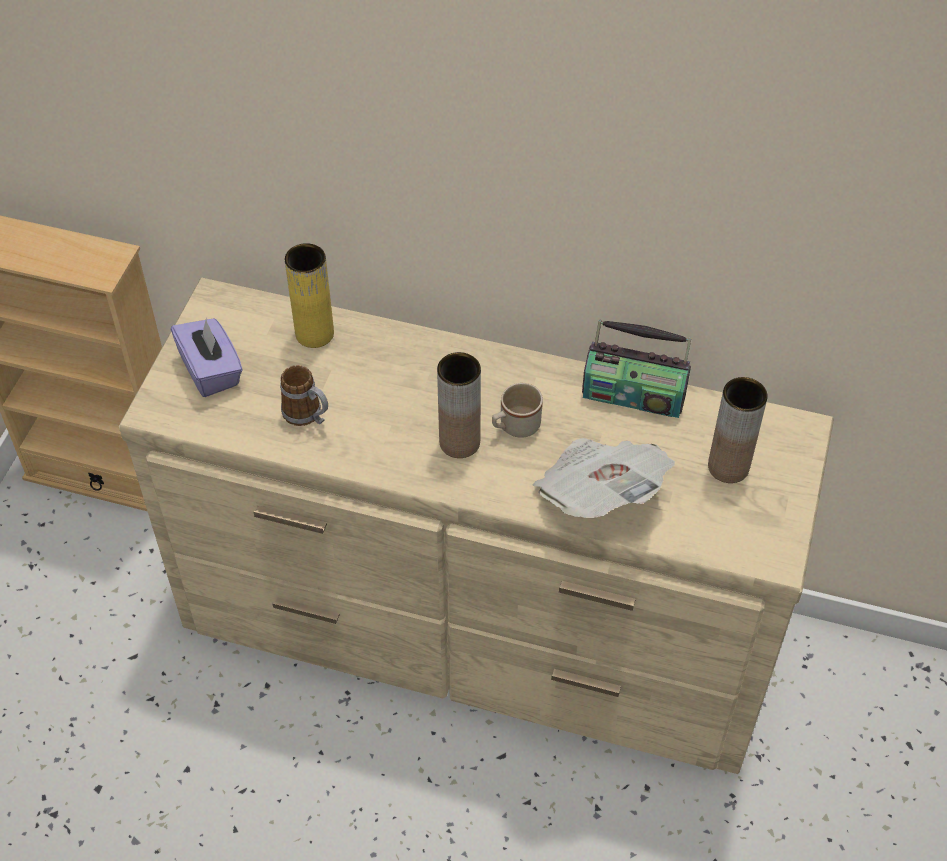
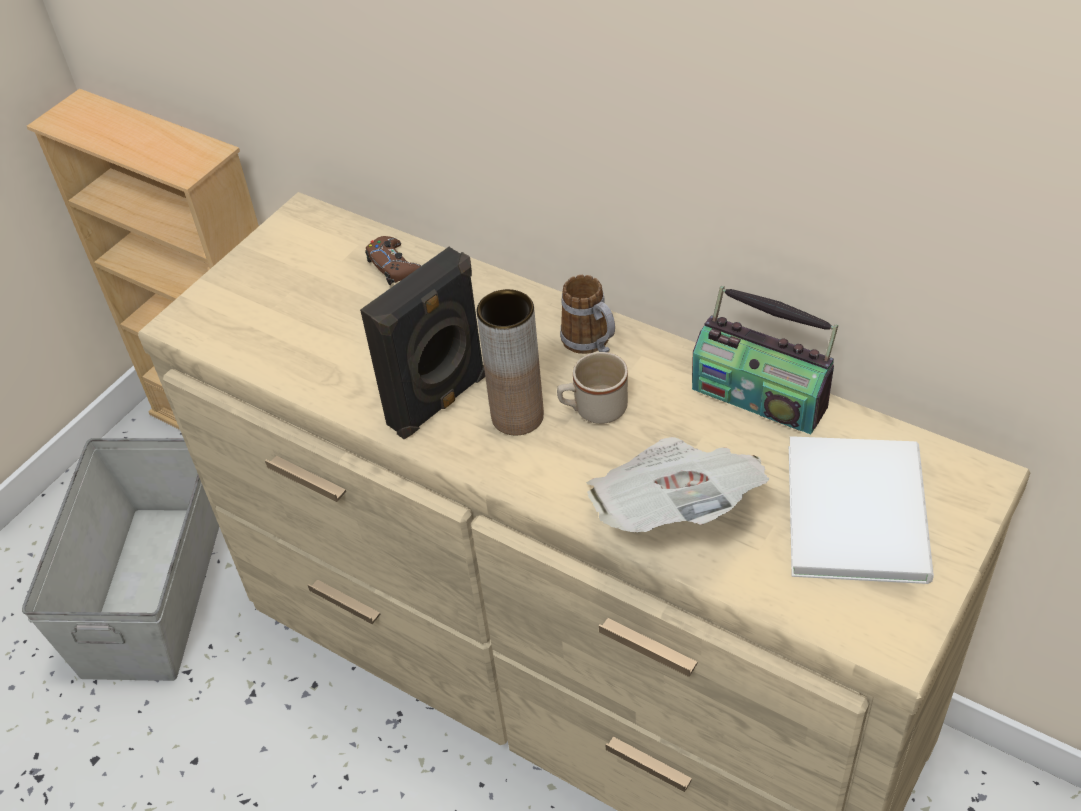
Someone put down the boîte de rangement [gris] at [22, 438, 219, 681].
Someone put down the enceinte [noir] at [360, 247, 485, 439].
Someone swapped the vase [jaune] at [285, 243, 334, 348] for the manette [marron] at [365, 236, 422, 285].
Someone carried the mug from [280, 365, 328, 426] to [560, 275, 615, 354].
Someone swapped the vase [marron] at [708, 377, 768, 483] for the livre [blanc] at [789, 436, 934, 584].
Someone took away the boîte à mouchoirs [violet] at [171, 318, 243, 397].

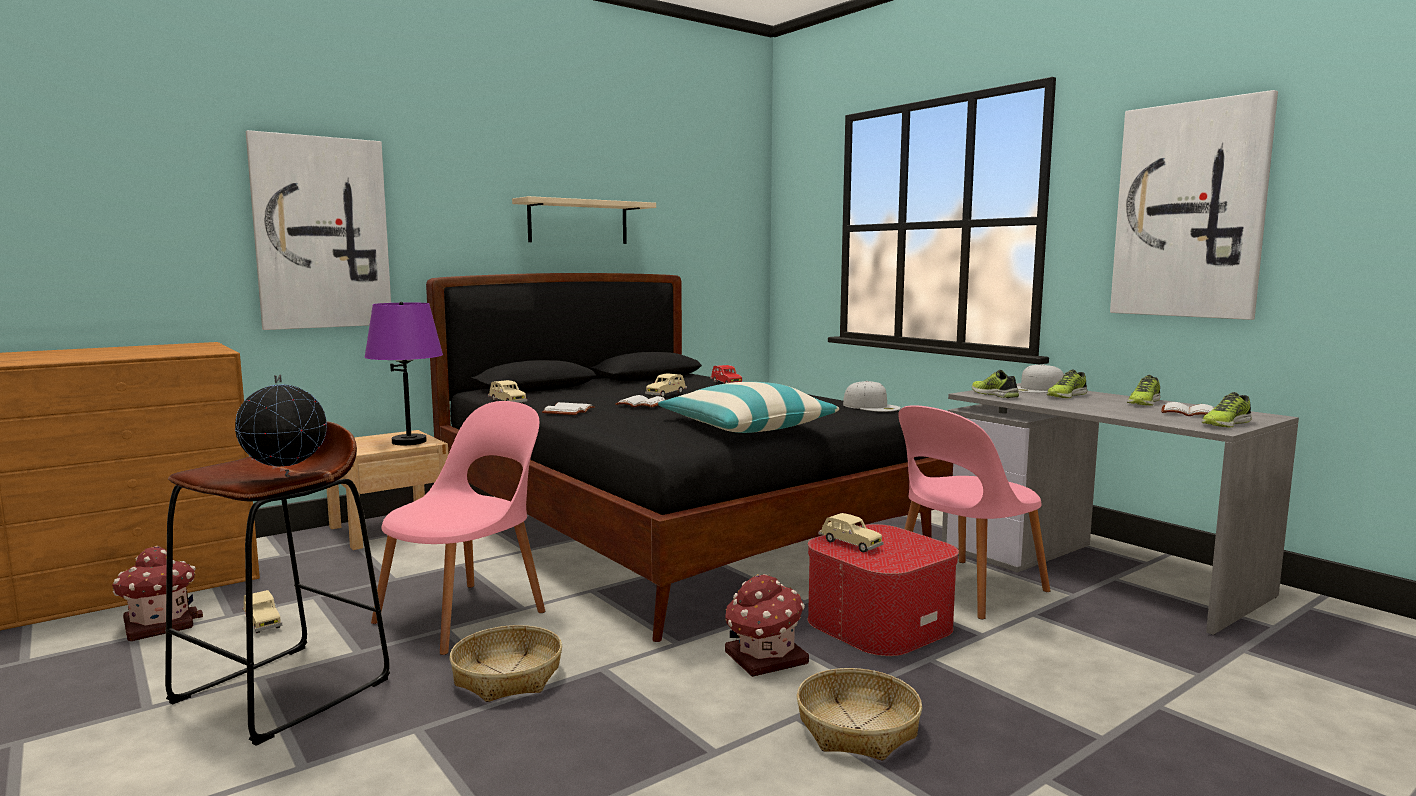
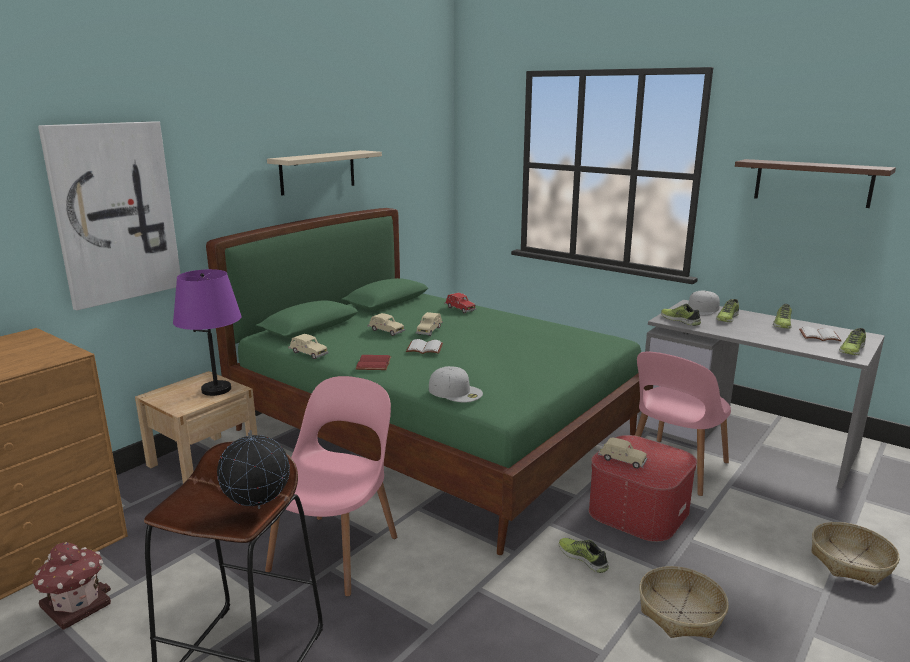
Someone repainted the lit [noir] at [426, 273, 953, 642], which became the lit [vert] at [206, 208, 653, 555].
Someone repainted the livre [blanc] at [542, 402, 595, 415], which became the livre [rouge] at [356, 355, 392, 370].
Someone carried the petite voiture [beige] from [243, 590, 282, 633] to [368, 313, 405, 336].
Someone carried the casquette [blanc] from [843, 381, 901, 412] to [429, 366, 483, 403].
Someone swapped the maison miniature at [725, 574, 809, 677] for the chaussure at [559, 538, 609, 573].
Someone swapped the tableau at [1110, 90, 1278, 320] for the étagère [marron] at [735, 159, 896, 208].
Someone carried the panier from [450, 625, 562, 702] to [811, 522, 900, 586].
Someone took away the coussin at [658, 382, 839, 433].

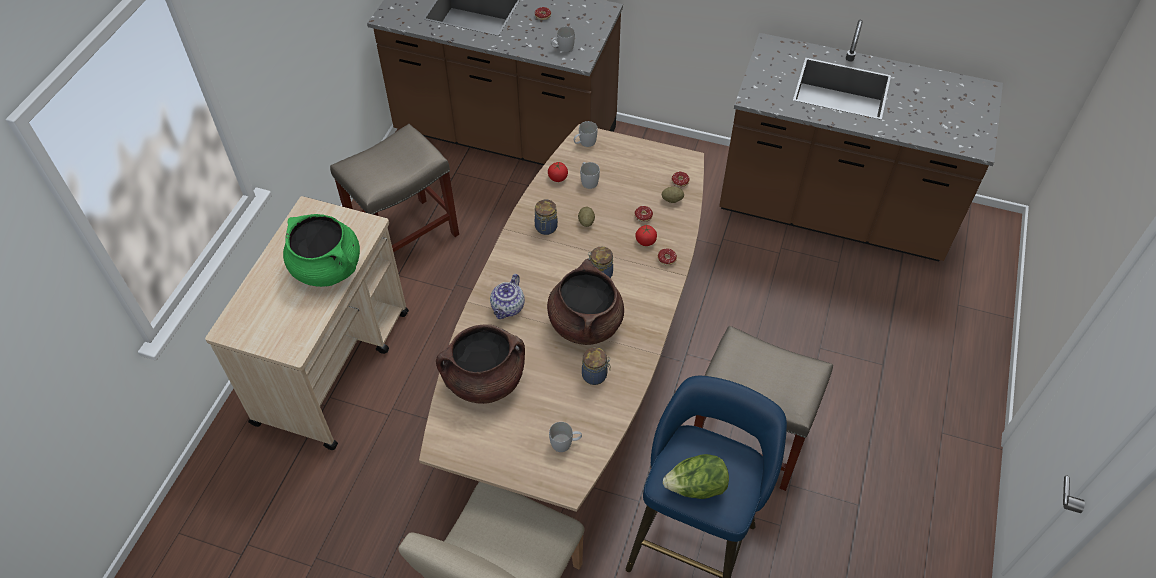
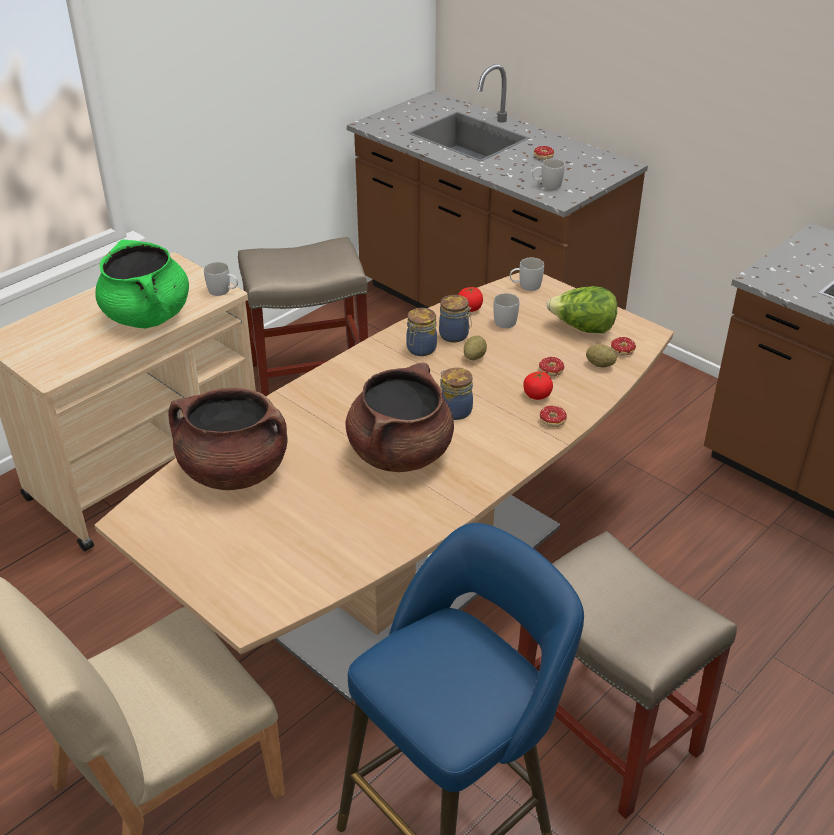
Someone carried the mug [blanc] from [549, 422, 582, 452] to [204, 262, 238, 296].
Someone carried the bocal from [582, 347, 610, 385] to [439, 295, 472, 342].
Someone carried the laitue from [663, 454, 729, 499] to [547, 286, 617, 333].
Someone took away the théière at [490, 274, 525, 319].

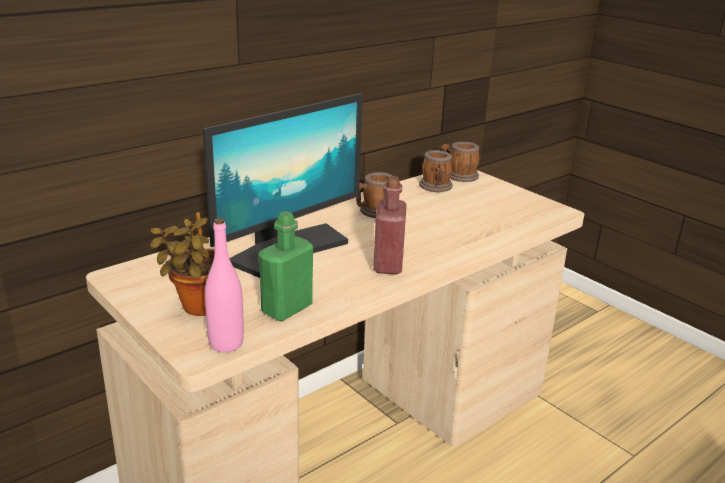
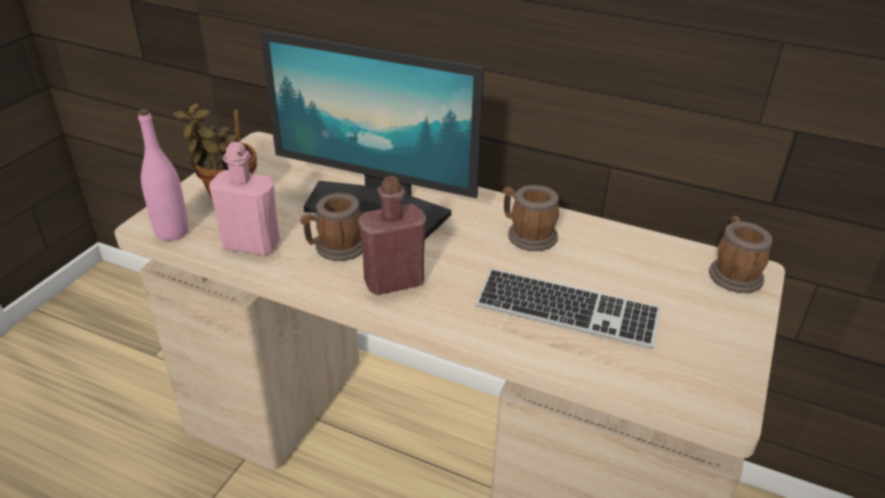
Someone repainted the bouteille [vert] at [259, 211, 313, 321], which became the bouteille [rose] at [209, 142, 280, 256].
Someone carried the mug from [419, 150, 452, 192] to [300, 193, 363, 261].
Someone put down the clavier at [476, 268, 661, 349].

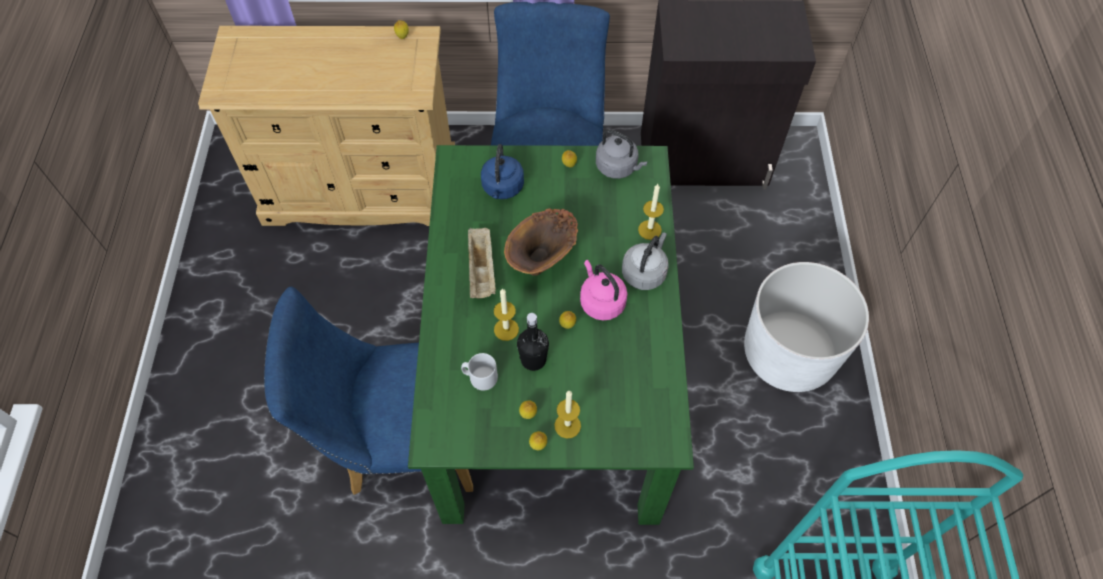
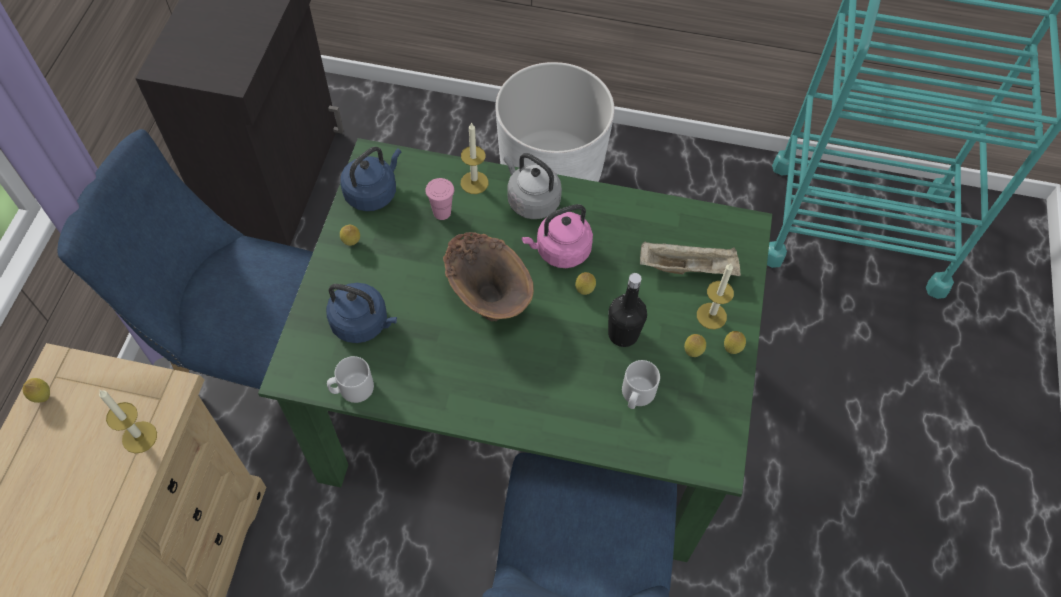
Someone carried the bougie from [494, 288, 519, 341] to [99, 390, 157, 453].
Someone put down the mug [gris] at [327, 356, 374, 403].
Someone repainted the bouilloire [gris] at [596, 130, 647, 179], which became the bouilloire [bleu] at [340, 147, 401, 211].
Someone put down the tasse [rose] at [425, 178, 454, 220].
Someone carried the plateau [beige] from [468, 227, 496, 298] to [640, 241, 741, 276].

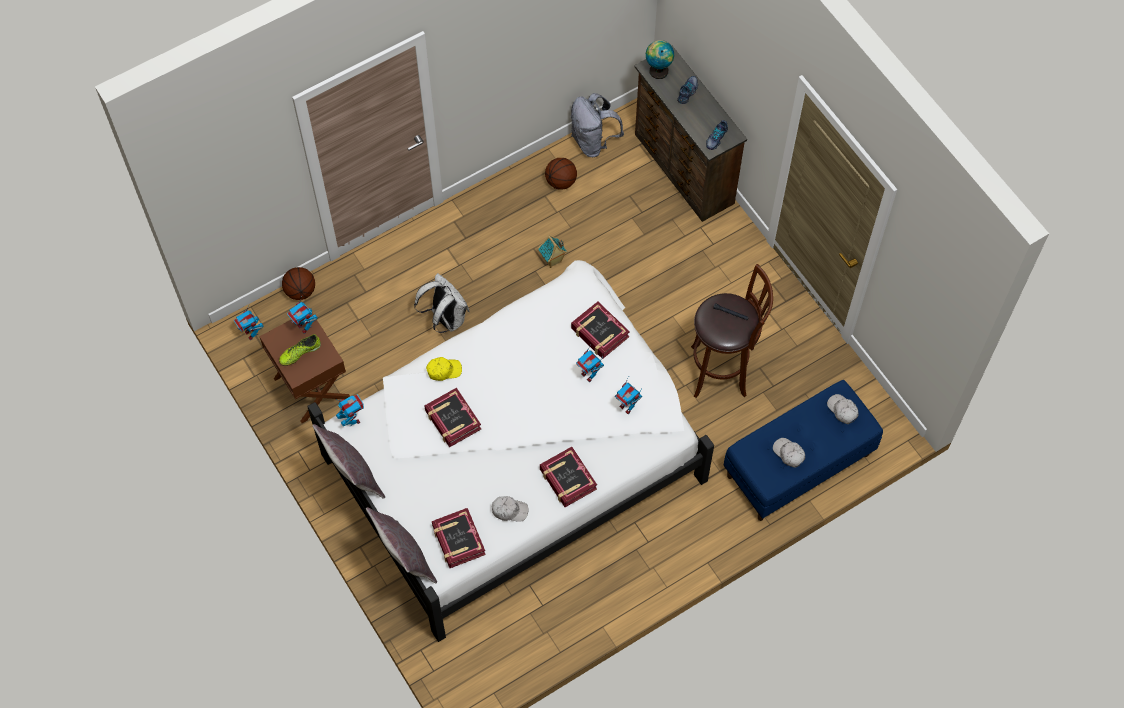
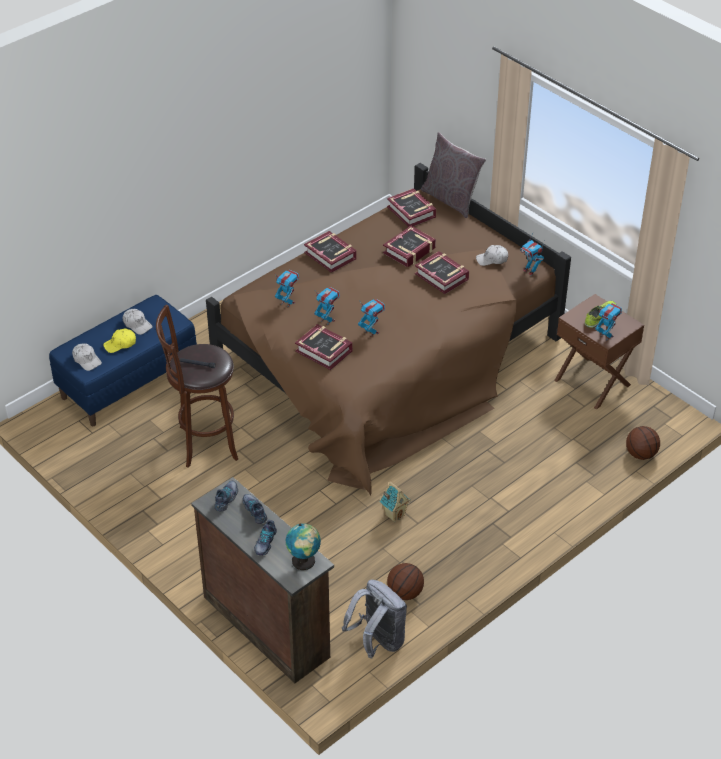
Someone carried the casquette [jaune] from [426, 357, 462, 381] to [103, 329, 136, 353].
Someone repainted the lit [blanc] at [307, 260, 714, 642], which became the lit [marron] at [206, 163, 571, 496].
Someone put down the chaussure at [242, 494, 267, 524].
Someone carried the robot jouet from [234, 308, 264, 340] to [358, 299, 385, 337].
Someone put down the livre at [383, 226, 436, 267].
Someone carried the casquette [blanc] from [492, 496, 528, 522] to [476, 245, 508, 266].
Someone took away the coussin [gris] at [312, 424, 385, 499].
Someone took away the sac à dos [blanc] at [414, 273, 470, 333].

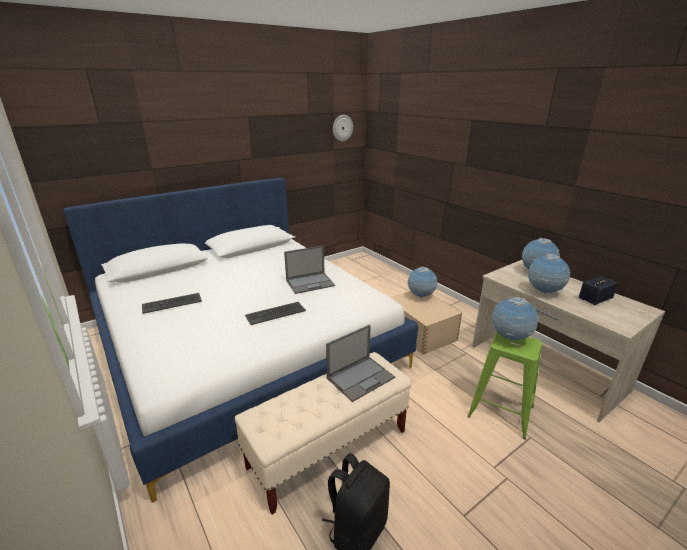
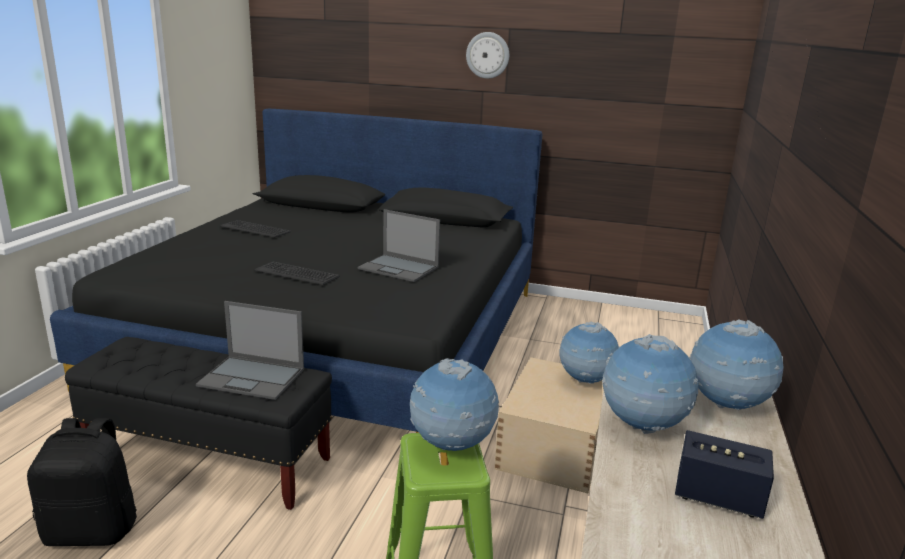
Someone repainted the lit [blanc] at [63, 178, 418, 503], which became the lit [noir] at [50, 109, 542, 466].
Someone repainted the banc [beige] at [235, 352, 412, 515], which became the banc [noir] at [65, 337, 332, 510].
Someone carried the horloge murale from [333, 115, 353, 141] to [466, 32, 509, 79].

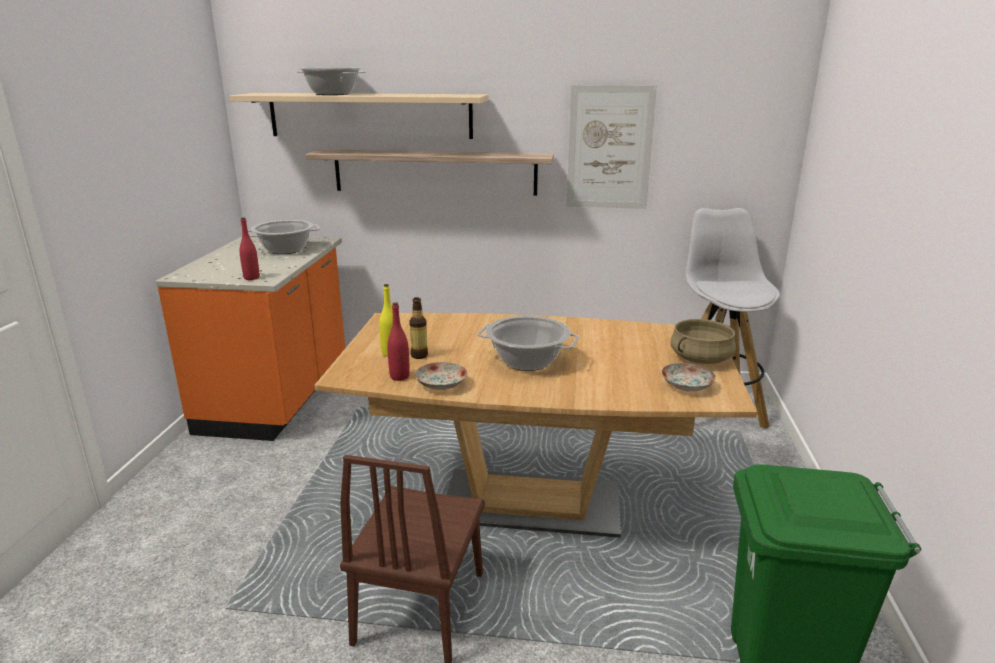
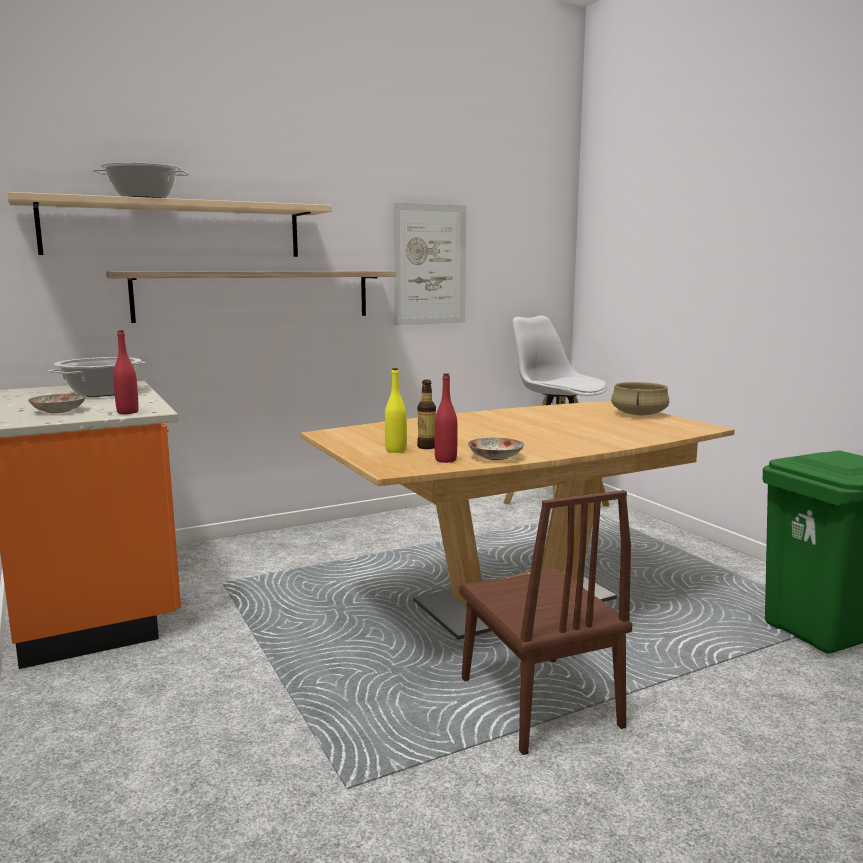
Someone carried the assiette from [662, 363, 716, 391] to [28, 394, 86, 413].
Someone took away the marmite at [477, 316, 579, 371].

